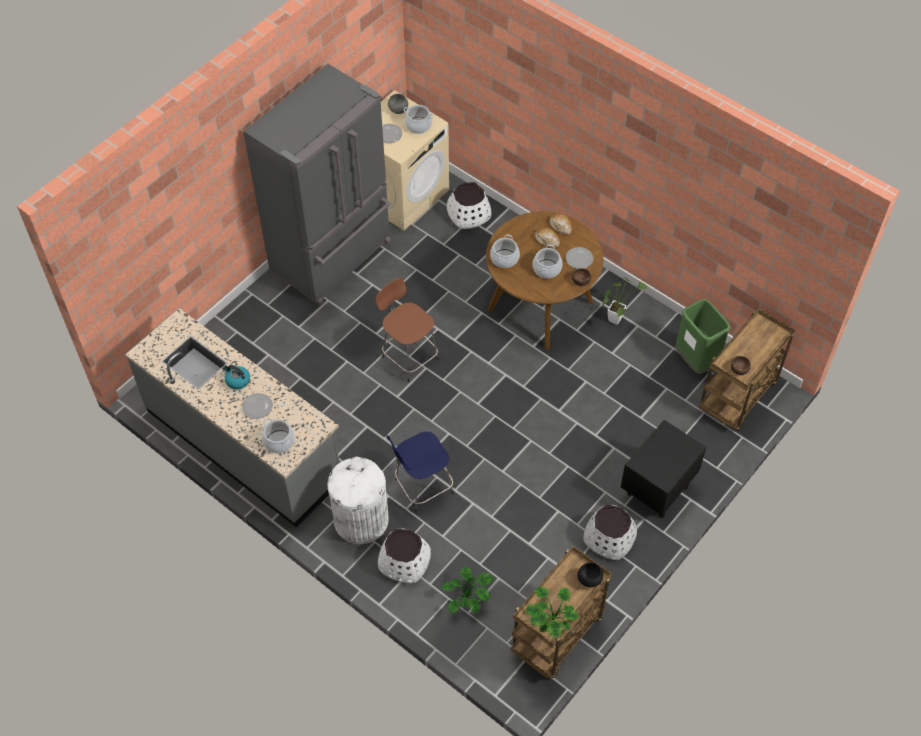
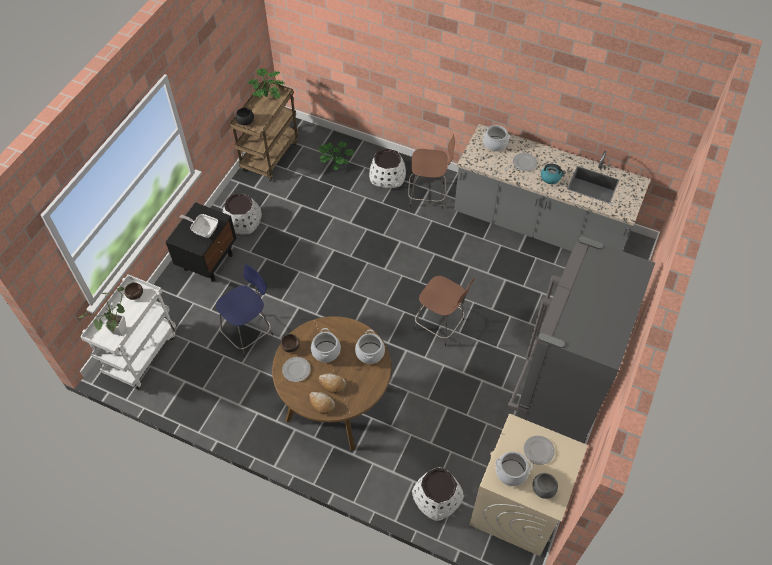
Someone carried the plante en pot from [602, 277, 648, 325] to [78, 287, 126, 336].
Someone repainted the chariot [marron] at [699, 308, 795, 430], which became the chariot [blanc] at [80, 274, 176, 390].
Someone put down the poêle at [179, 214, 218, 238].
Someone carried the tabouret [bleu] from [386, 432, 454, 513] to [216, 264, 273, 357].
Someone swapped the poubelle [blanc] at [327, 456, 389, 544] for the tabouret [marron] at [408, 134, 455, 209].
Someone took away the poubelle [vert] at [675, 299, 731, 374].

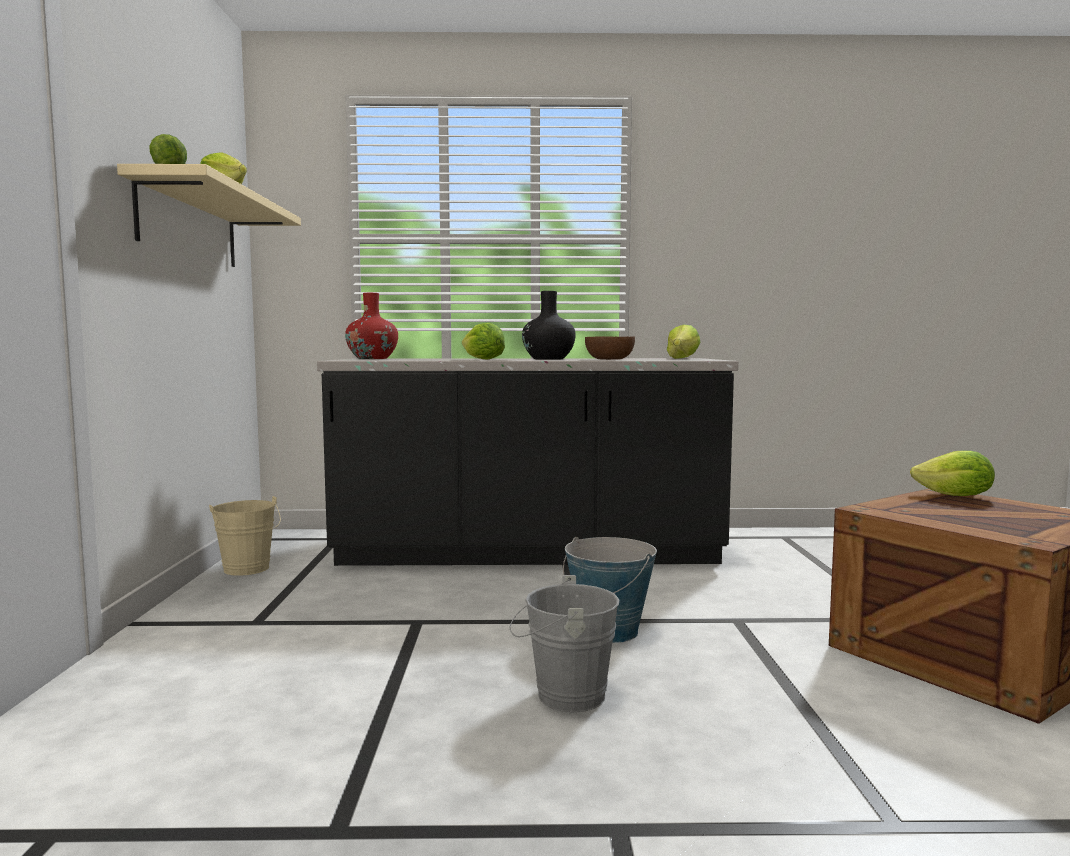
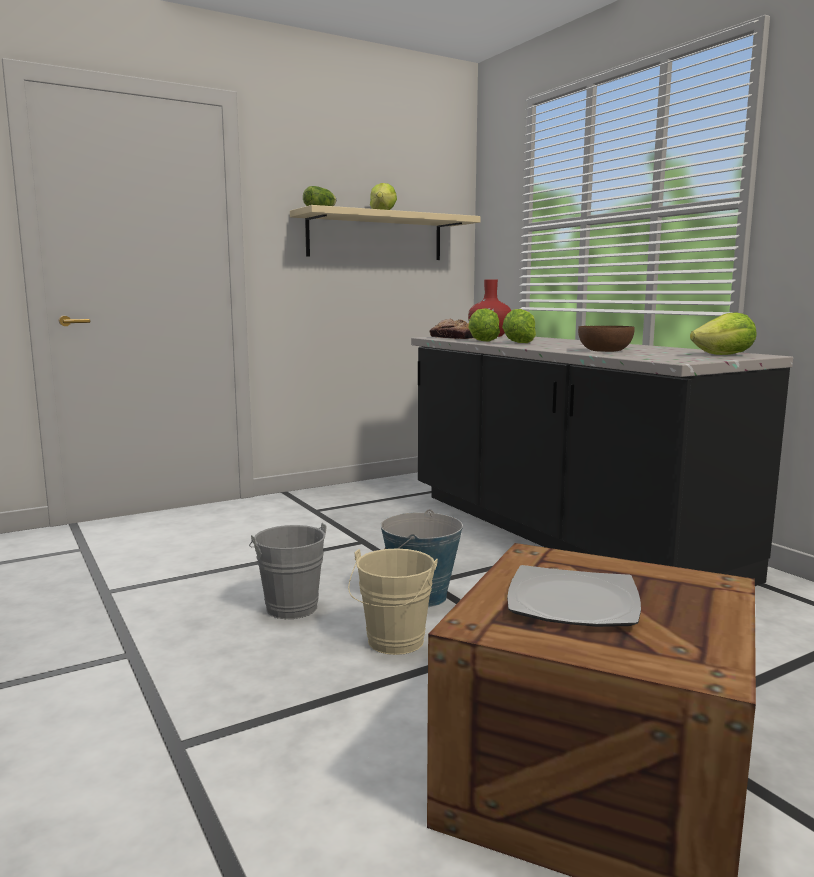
Someone carried the seau [beige] from [209, 496, 281, 576] to [348, 548, 438, 655].
Someone put down the pain at [429, 319, 473, 339].
Someone carried the laitue from [910, 450, 995, 496] to [468, 308, 500, 342].
Someone put down the assiette at [507, 565, 641, 627].
Someone took away the vase [noir] at [522, 291, 576, 360].

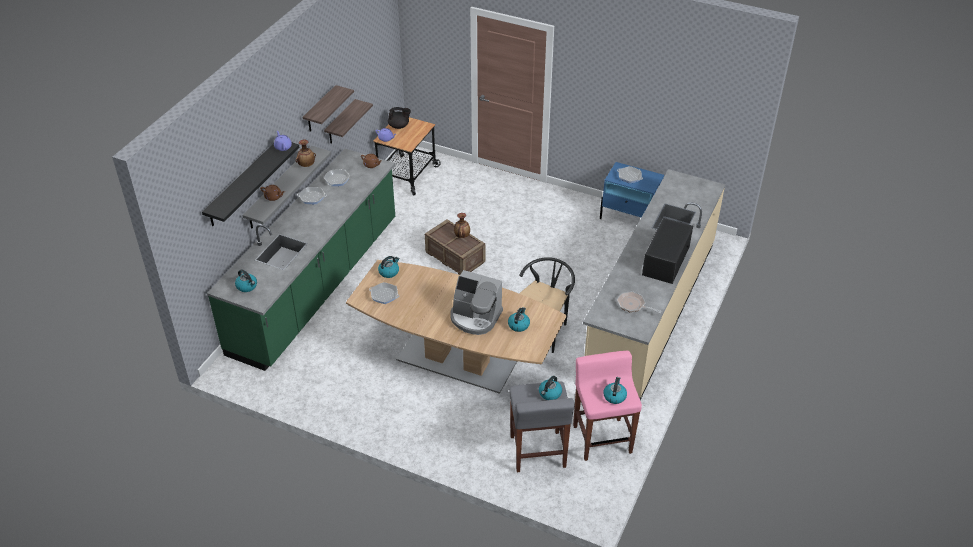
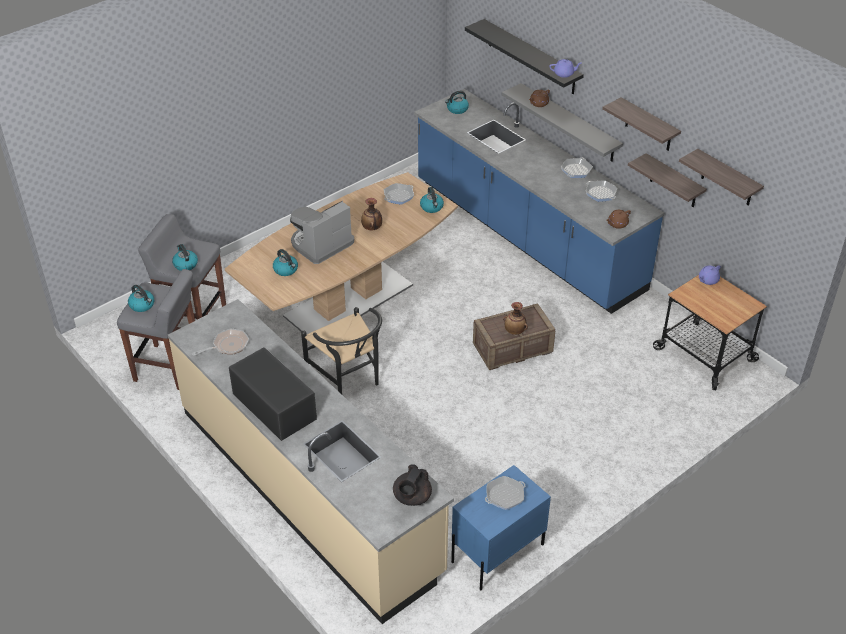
Someone repainted the tabouret [rose] at [573, 351, 642, 461], which became the tabouret [gris] at [117, 269, 195, 390].
Someone carried the vase from [296, 140, 316, 167] to [361, 198, 382, 230].
Someone carried the théière [noir] from [388, 107, 411, 129] to [393, 464, 432, 506].
Someone repainted the comptoir de cuisine [vert] at [207, 149, 395, 371], which became the comptoir de cuisine [bleu] at [414, 89, 664, 314].
Someone put up the étagère at [679, 149, 764, 206].

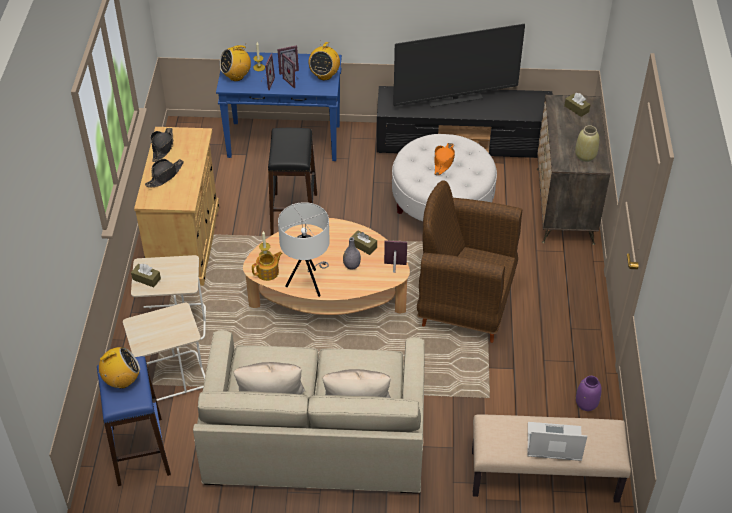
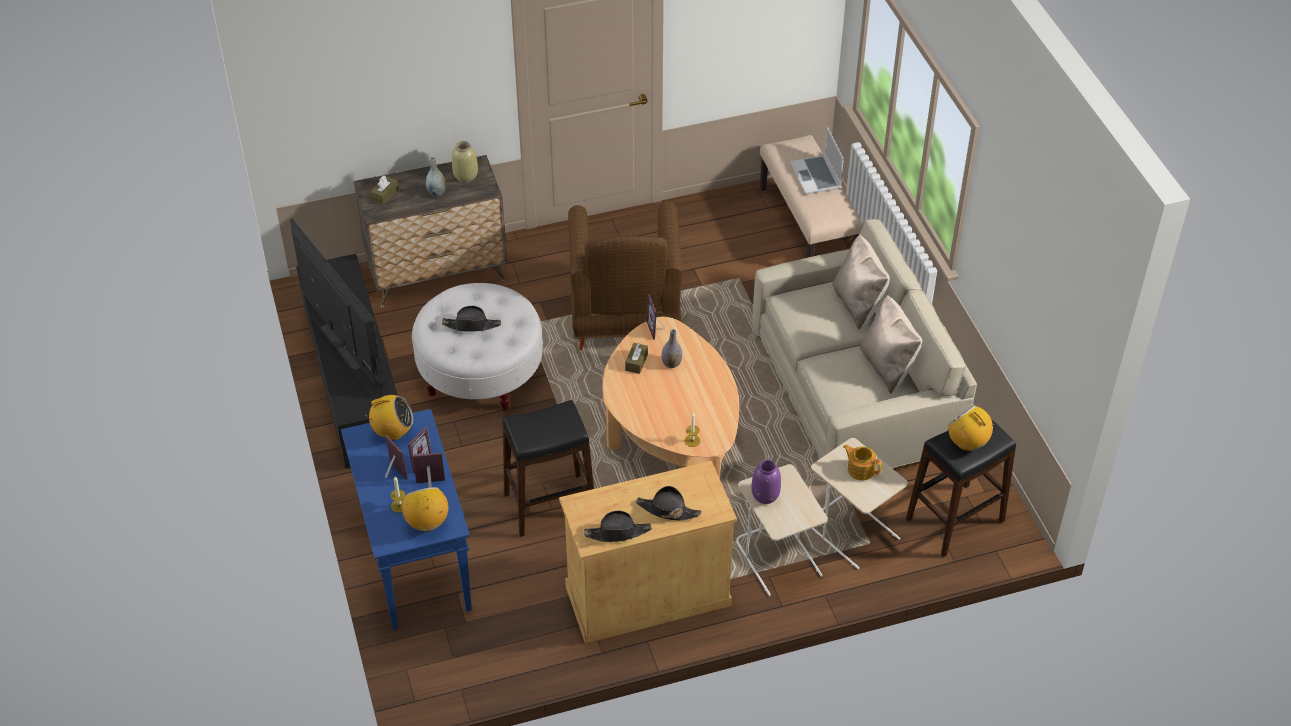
Someone rotated the radio at [219, 45, 251, 81] by 150 degrees counterclockwise.
Someone put down the vase [gris] at [426, 157, 446, 197].
Someone repainted the chapeau [orange] at [434, 143, 455, 175], which became the chapeau [noir] at [442, 306, 501, 332].
Someone carried the vase [violet] from [576, 376, 602, 411] to [751, 460, 781, 504].
Someone carried the théière from [252, 252, 283, 281] to [843, 445, 882, 481].
Someone repainted the tabouret [bleu] at [97, 356, 171, 486], which became the tabouret [noir] at [906, 419, 1016, 557].
Someone took away the boîte à mouchoirs [marron] at [131, 264, 161, 287].
Someone took away the lampe de table [blanc] at [278, 202, 330, 297].

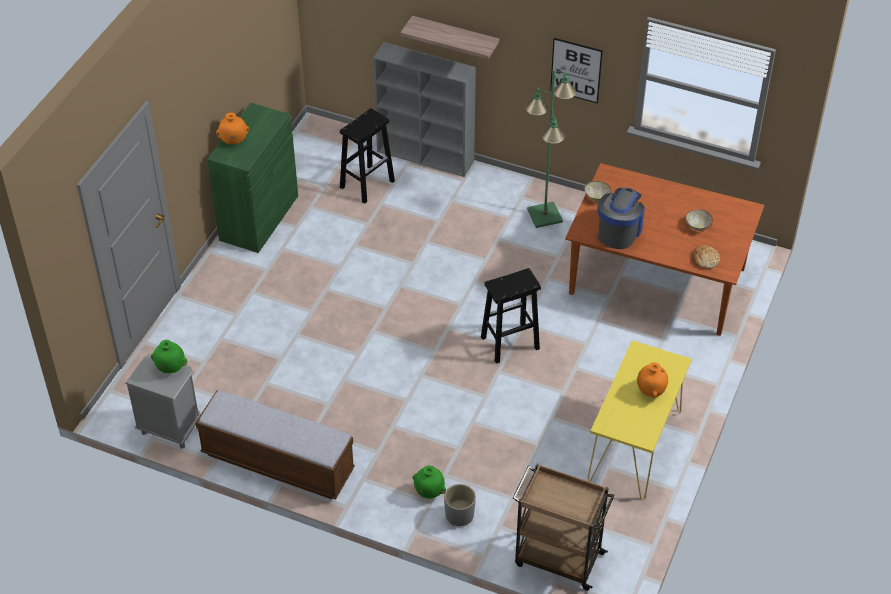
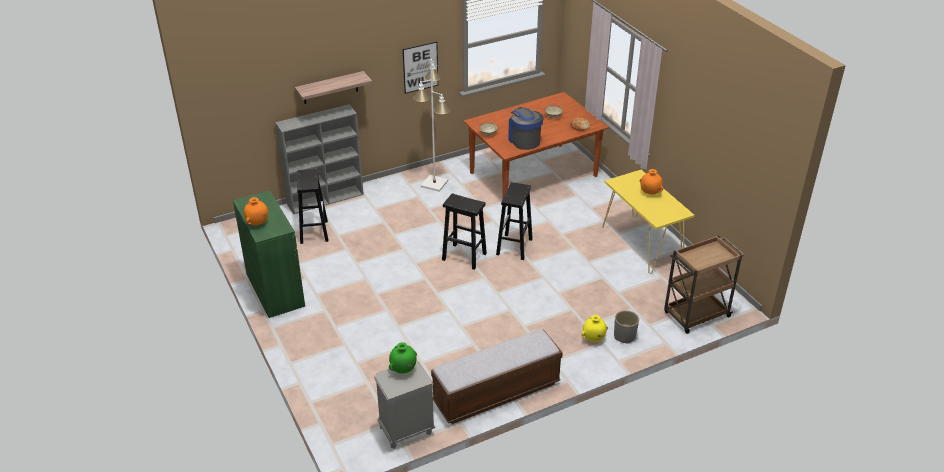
Someone repainted the lampadaire [vert] at [525, 69, 576, 228], which became the lampadaire [blanc] at [413, 59, 450, 192].
Someone put down the tabouret [noir] at [442, 193, 487, 270].
Someone repainted the vase [vert] at [412, 465, 446, 499], which became the vase [jaune] at [581, 315, 608, 342].

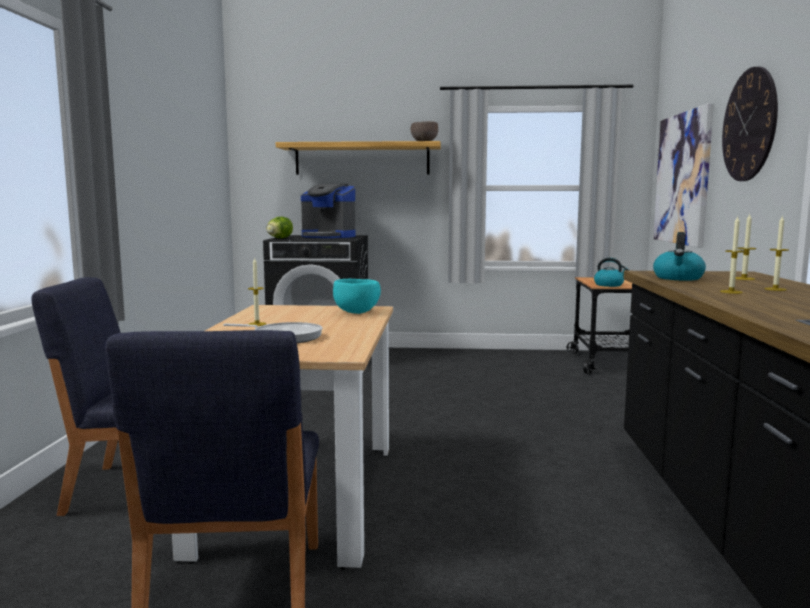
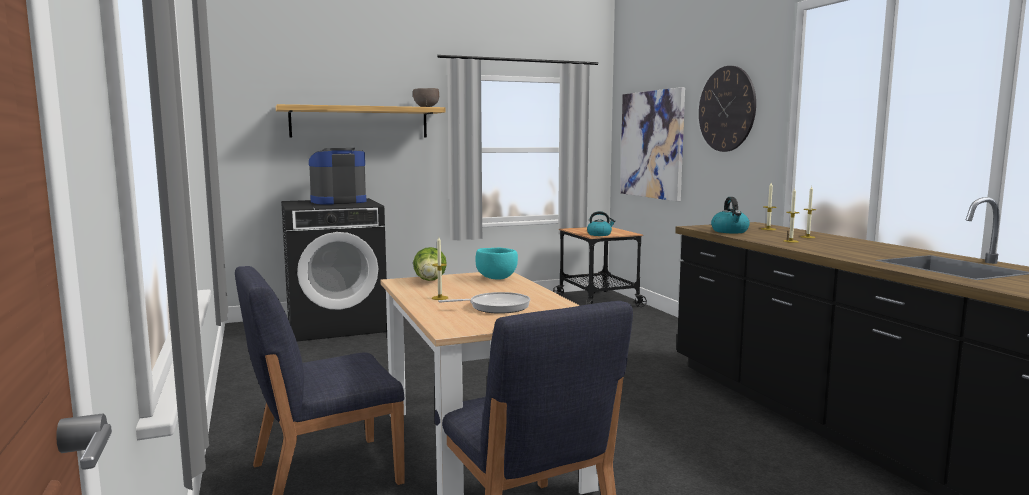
Someone rotated the machine à café at [301, 184, 356, 238] by 150 degrees clockwise.
Someone carried the laitue from [266, 217, 293, 238] to [413, 247, 447, 281].

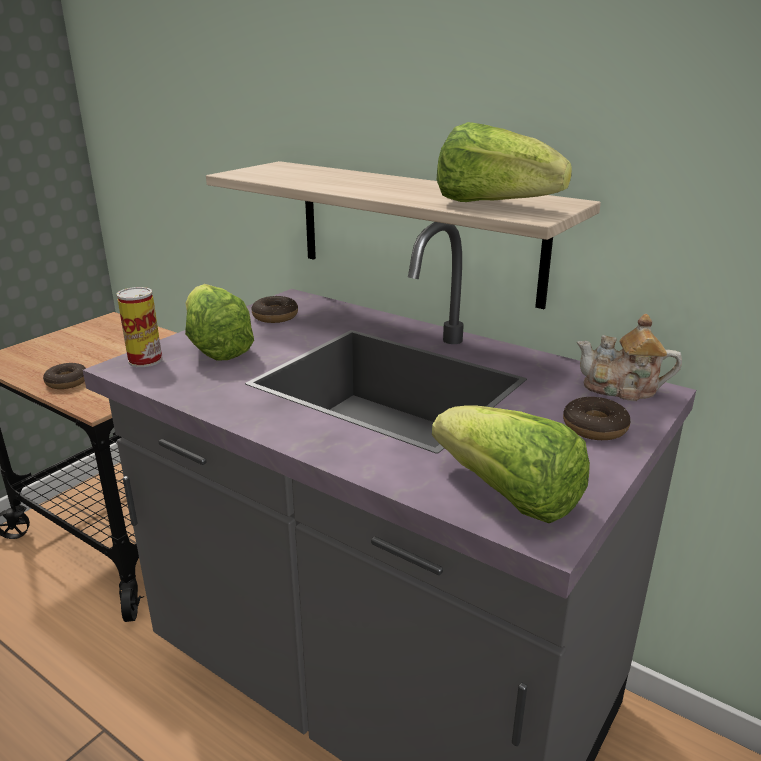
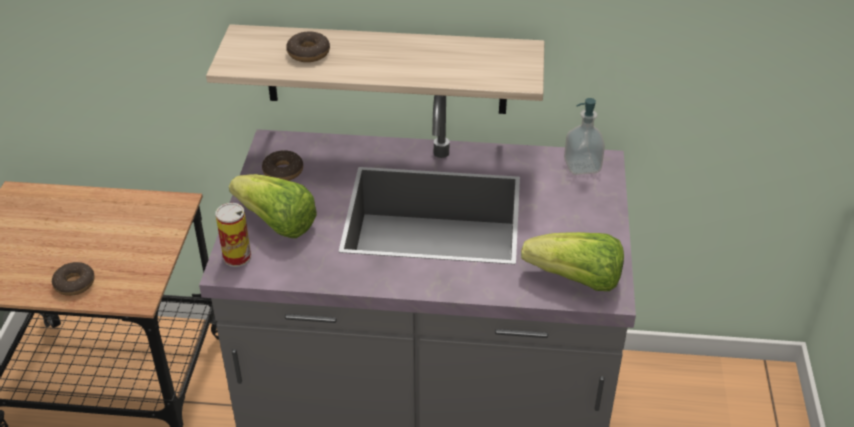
Someone carried the beignet from [563, 396, 631, 440] to [286, 31, 330, 62].
Someone swapped the théière at [577, 314, 682, 401] for the distributeur de savon at [564, 98, 605, 175].
Someone took away the laitue at [437, 122, 572, 202].

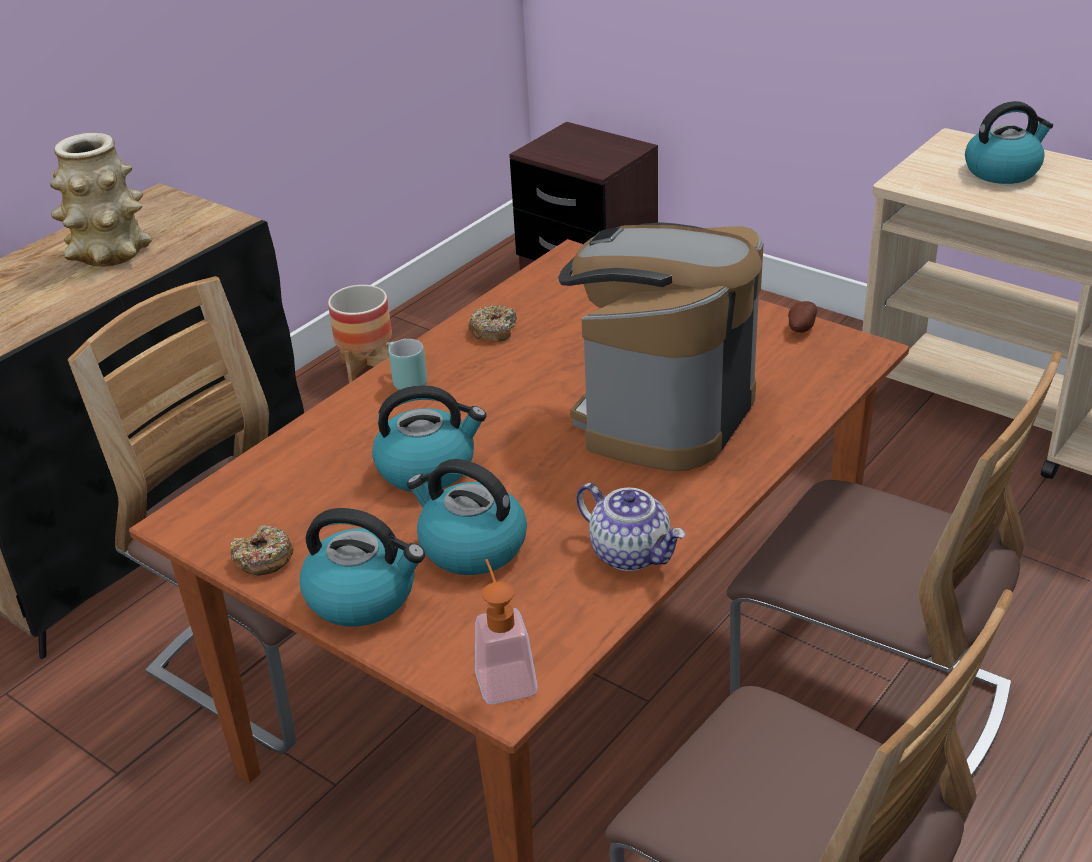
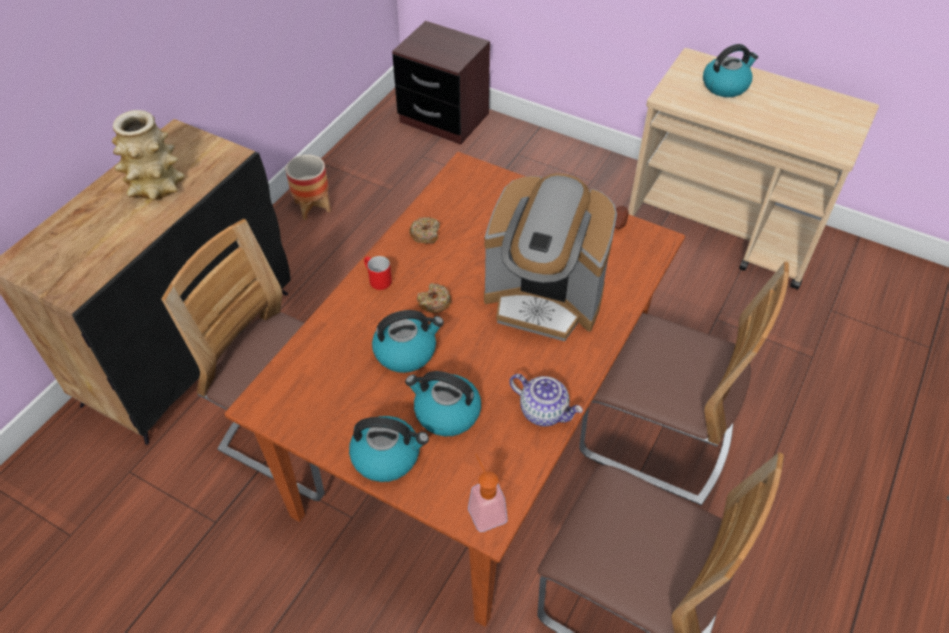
Someone repainted the mug [turquoise] at [388, 339, 427, 390], which became the mug [rouge] at [364, 256, 392, 290].
Someone carried the beignet from [230, 525, 293, 575] to [417, 283, 452, 313].
Someone rotated the machine à café at [558, 222, 764, 471] by 90 degrees counterclockwise.

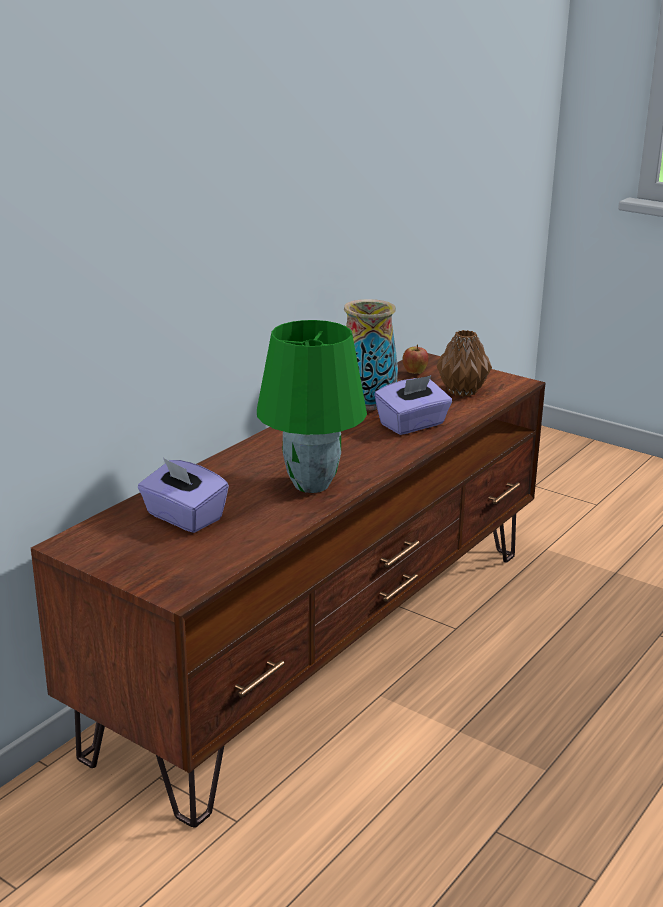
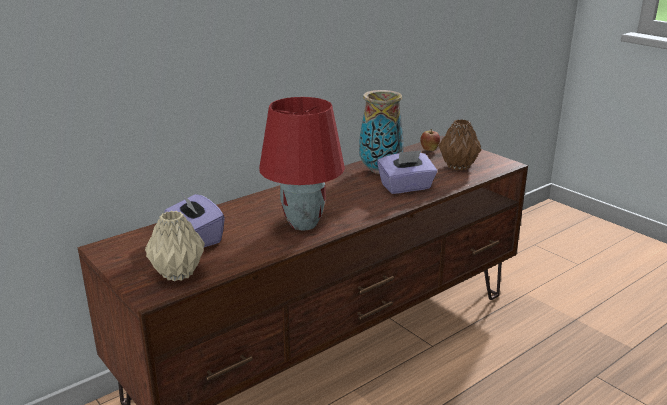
Someone put down the vase [beige] at [145, 211, 205, 281].
Someone repainted the lampe de table [vert] at [257, 320, 367, 493], which became the lampe de table [rouge] at [259, 97, 345, 231].

